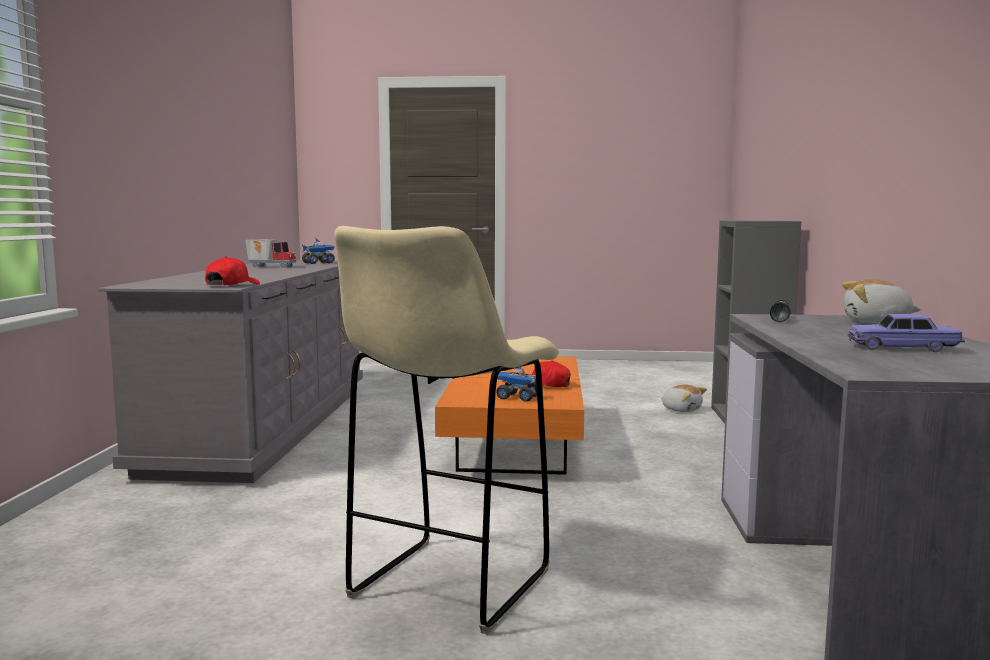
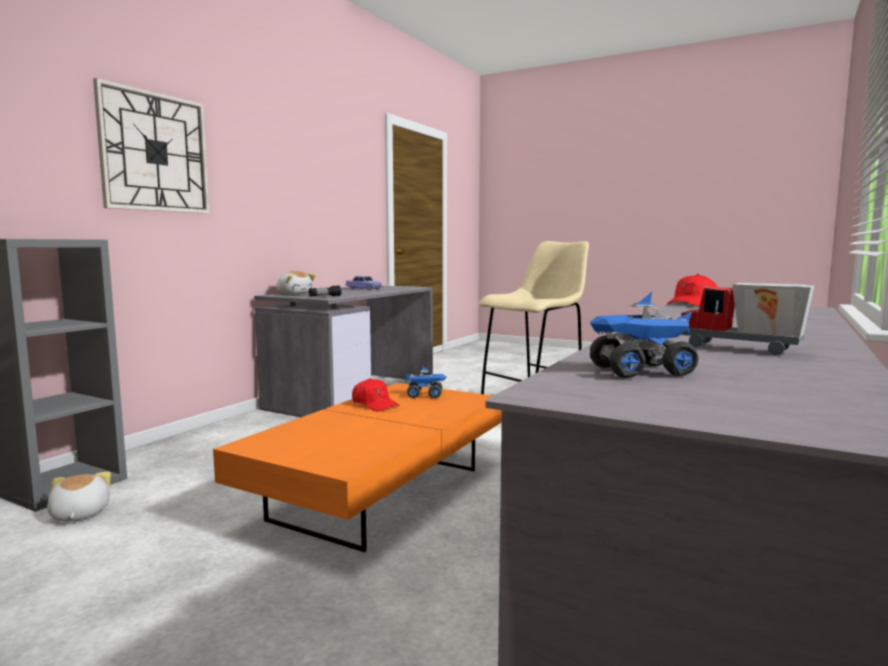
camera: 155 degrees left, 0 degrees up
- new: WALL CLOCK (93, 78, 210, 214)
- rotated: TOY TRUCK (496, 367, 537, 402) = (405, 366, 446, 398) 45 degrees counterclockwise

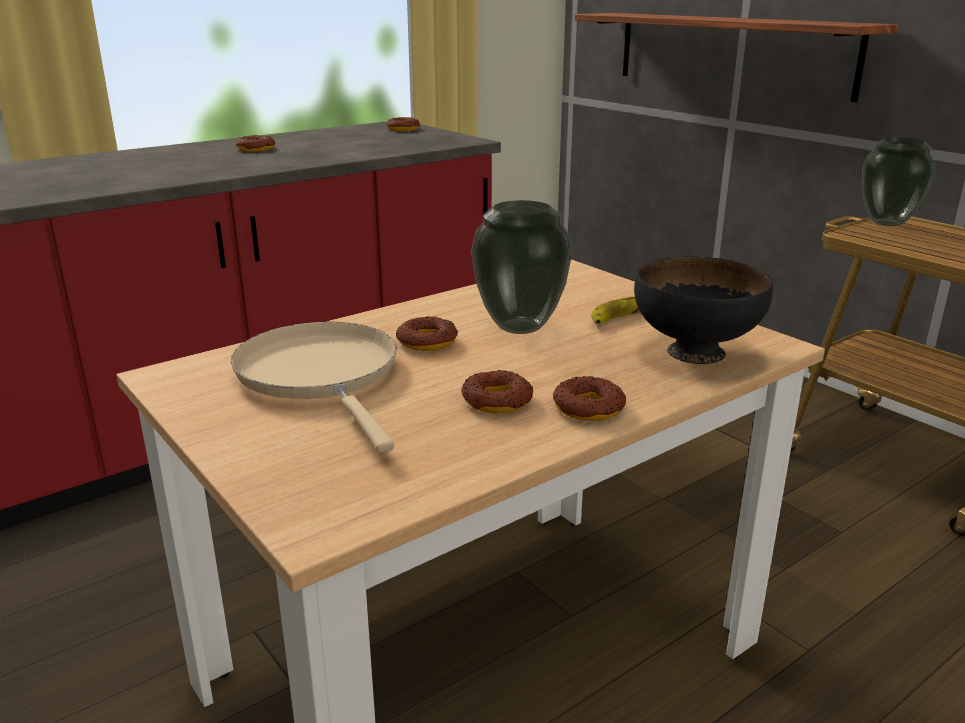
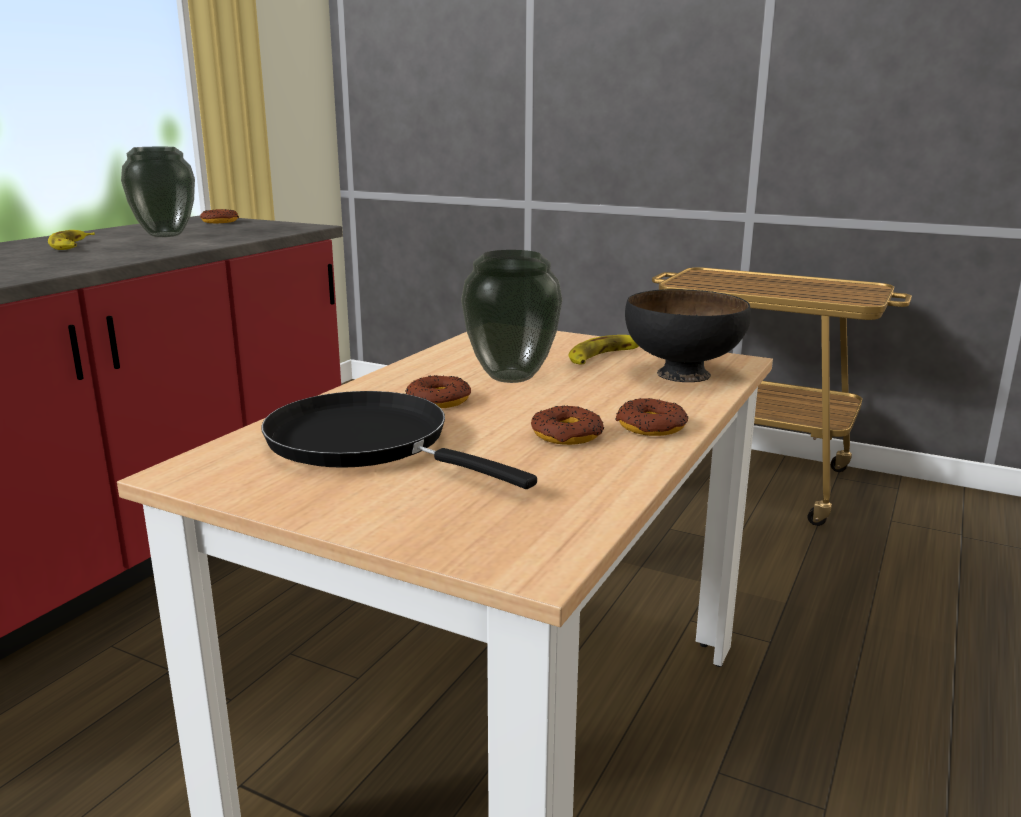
camera: 25 degrees left, 5 degrees down
- gone: SHELF (575, 13, 898, 102)
- shifted: VASE (862, 137, 935, 226) to (121, 147, 195, 237)
- swapped: DONUT (236, 135, 275, 152) to BANANA (48, 230, 95, 250)
- repainted: BEIGE FRYING PAN (231, 322, 397, 453) to BLACK FRYING PAN (261, 391, 537, 489)

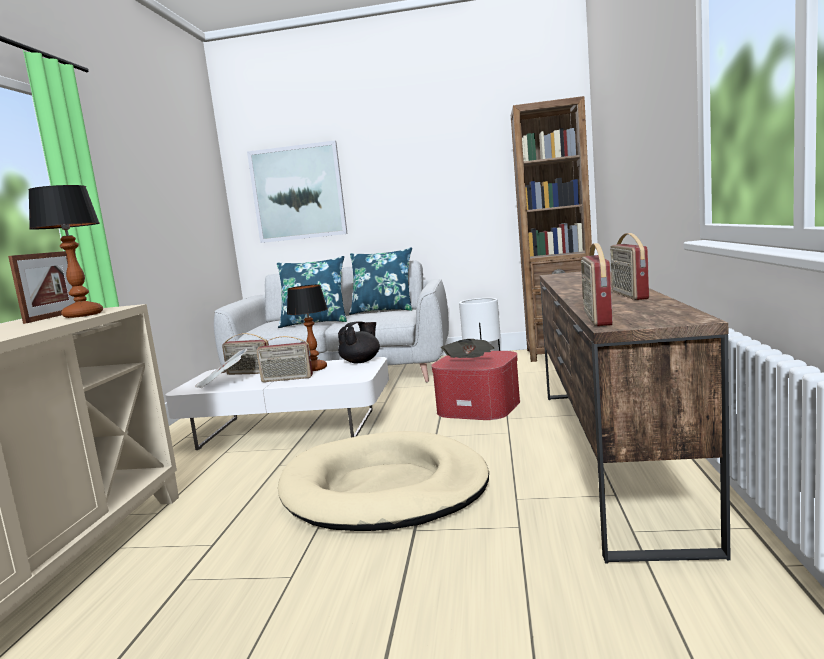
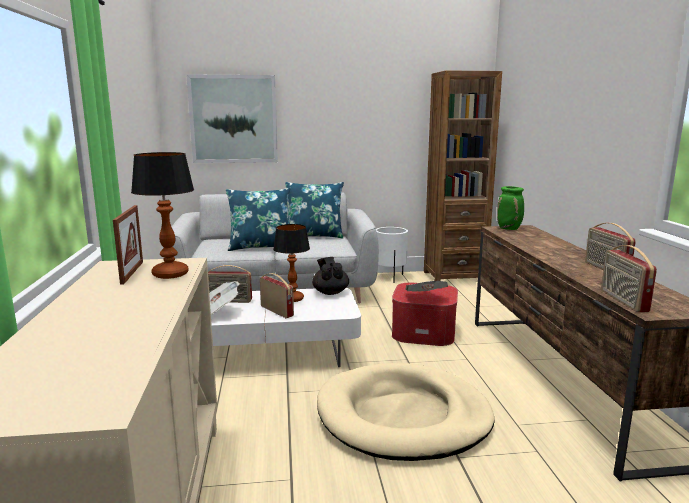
camera: 15 degrees left, 5 degrees up
- new: GREEN VASE (497, 186, 524, 230)
- rotated: RADIO (256, 336, 313, 382) = (260, 273, 294, 318) 120 degrees counterclockwise
- rotated: BLACK TEAPOT (338, 322, 380, 363) = (312, 257, 349, 295) 45 degrees counterclockwise

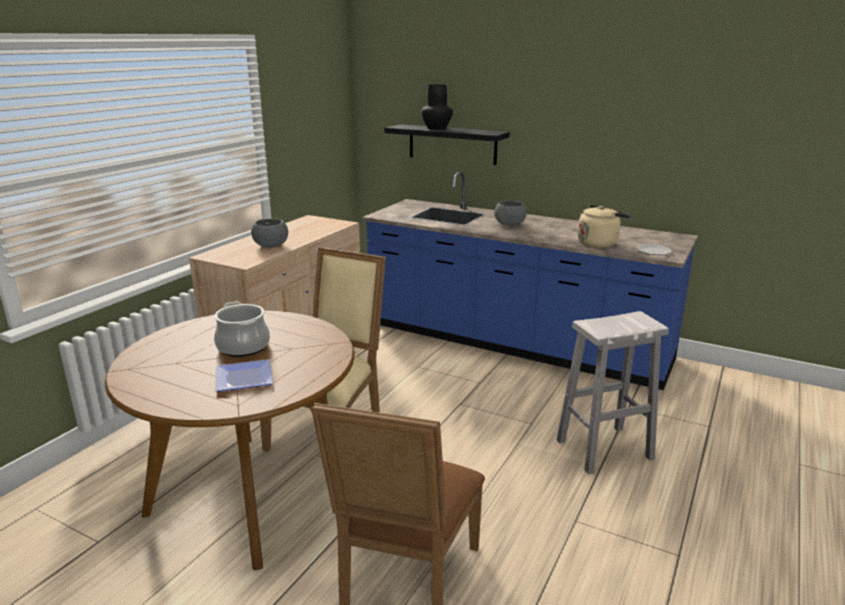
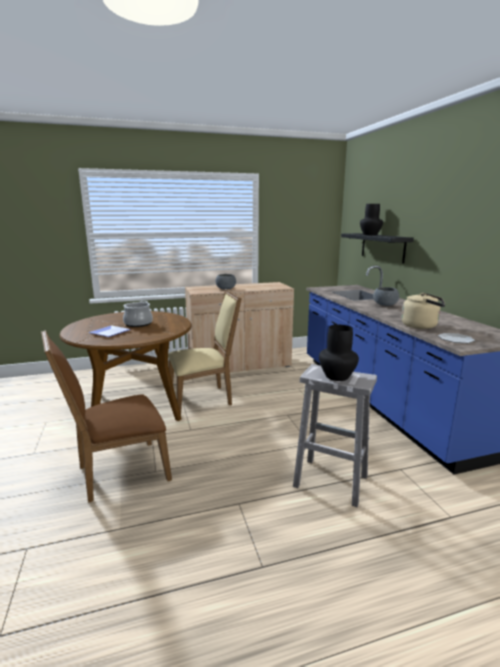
camera: 45 degrees right, 5 degrees down
- new: BLACK VASE (319, 325, 359, 381)

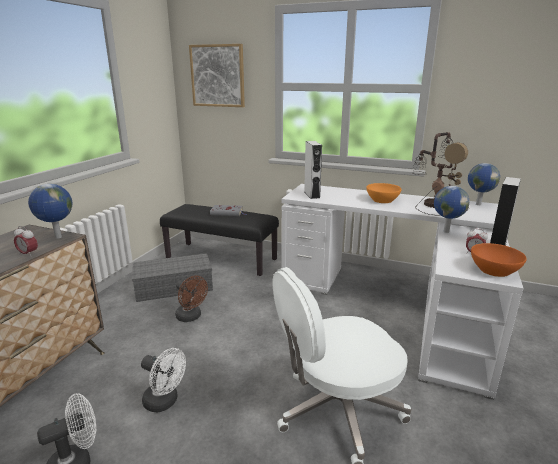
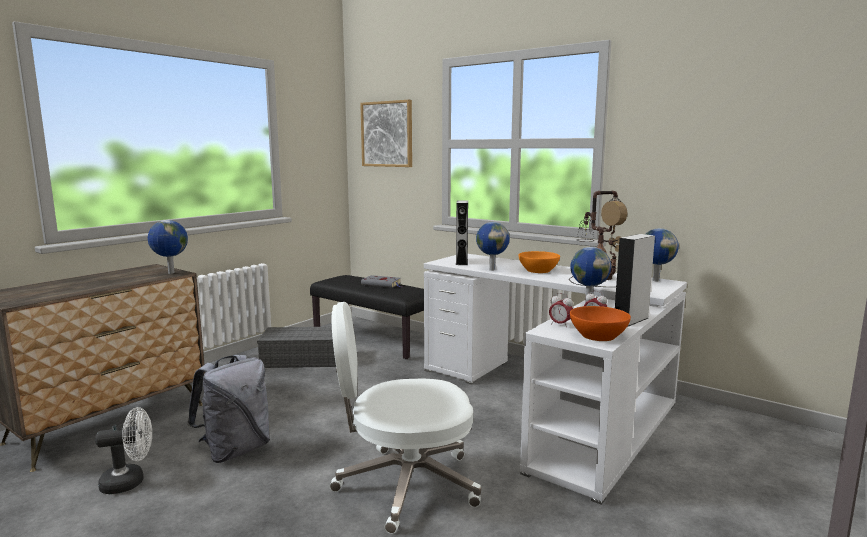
camera: 15 degrees right, 10 degrees down
- gone: BROWN FAN (175, 276, 208, 322)
- new: GLOBE (476, 222, 510, 271)
- shifted: ALARM CLOCK (14, 226, 38, 257) to (549, 293, 573, 327)
- swapped: WHITE FAN (141, 348, 186, 412) to GREY BACKPACK (187, 355, 270, 463)

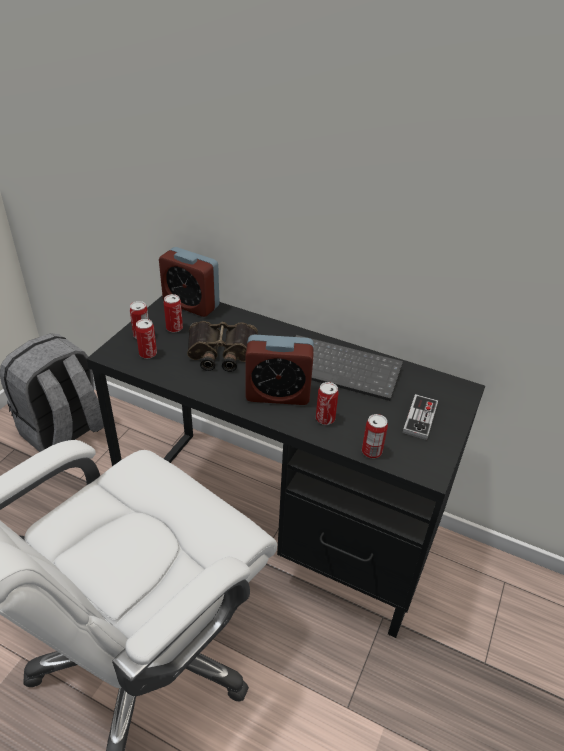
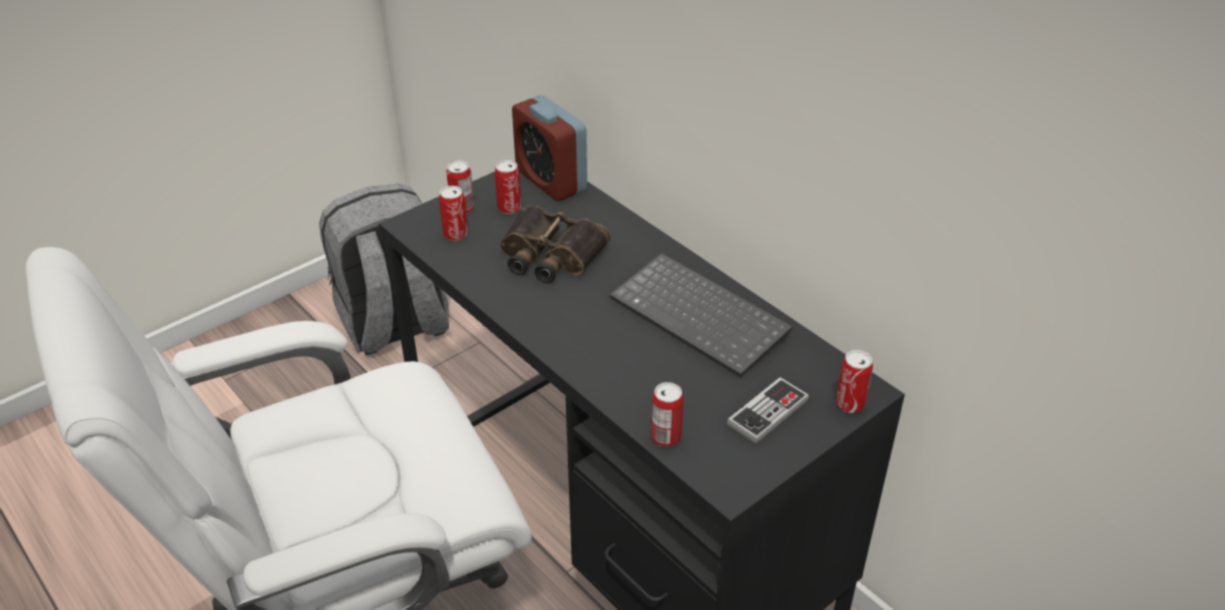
camera: 25 degrees right, 0 degrees up
- gone: ALARM CLOCK (245, 334, 314, 405)
- shifted: CAN (316, 382, 338, 425) to (836, 350, 873, 413)

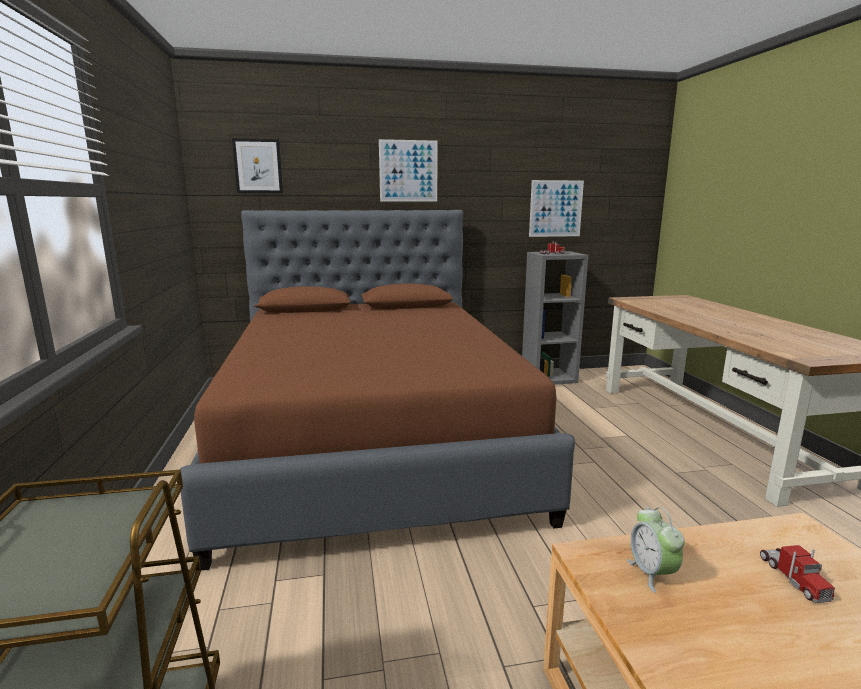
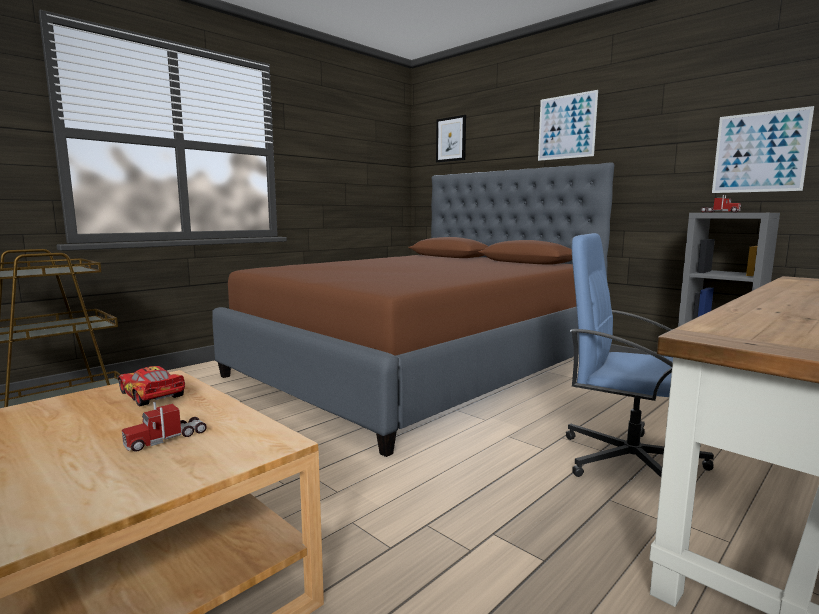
camera: 55 degrees right, 5 degrees down
- new: BLUE OFFICE CHAIR (566, 233, 714, 477)
- swapped: ALARM CLOCK (627, 507, 685, 593) to TOY CAR (118, 366, 185, 406)

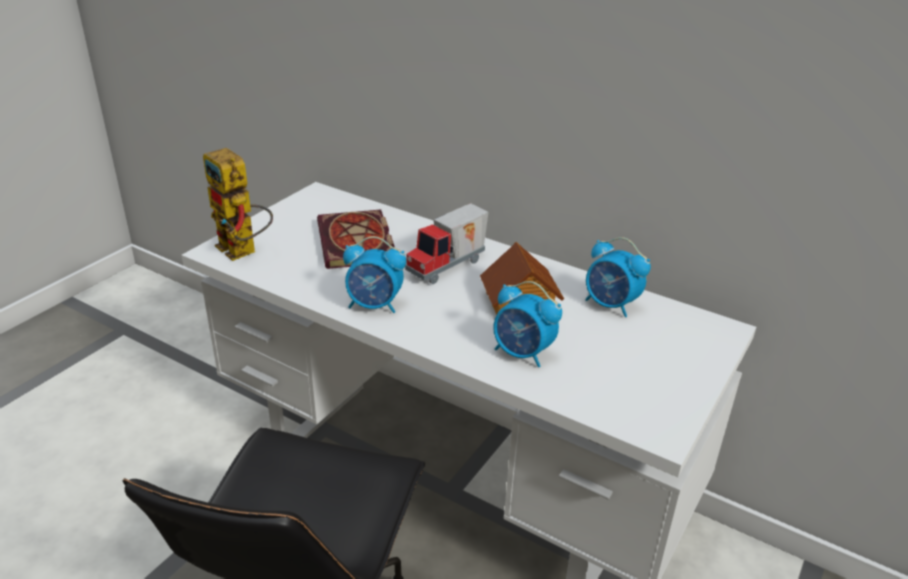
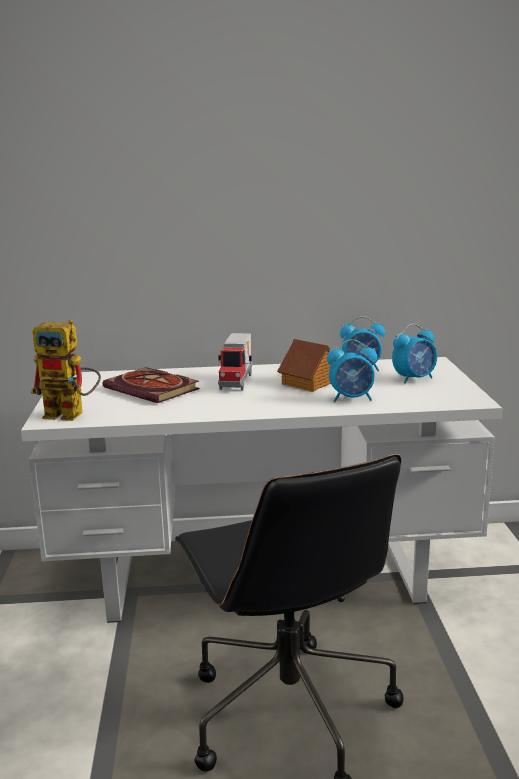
camera: 35 degrees left, 15 degrees down
- shifted: ALARM CLOCK (343, 236, 406, 313) to (392, 324, 437, 384)

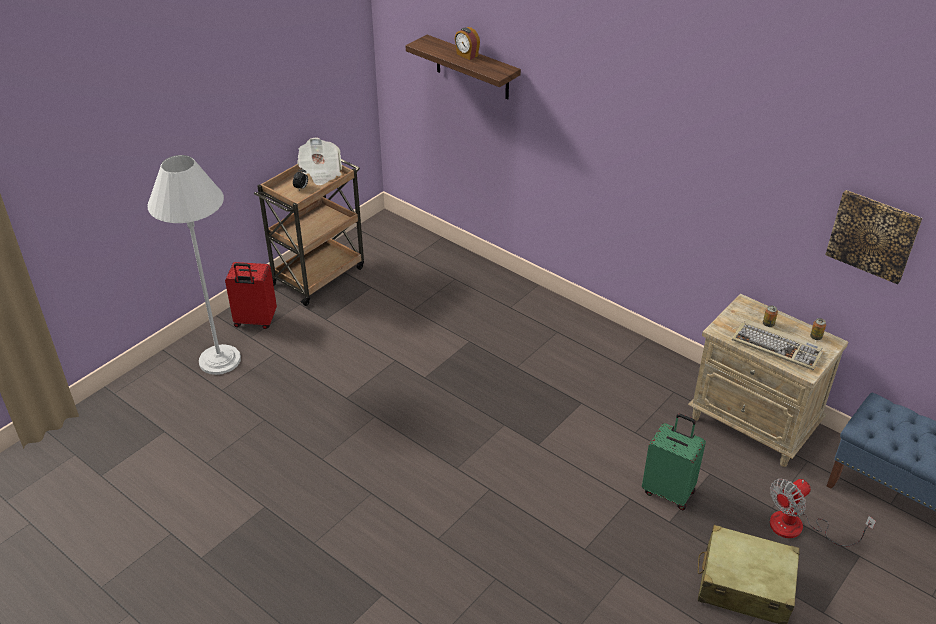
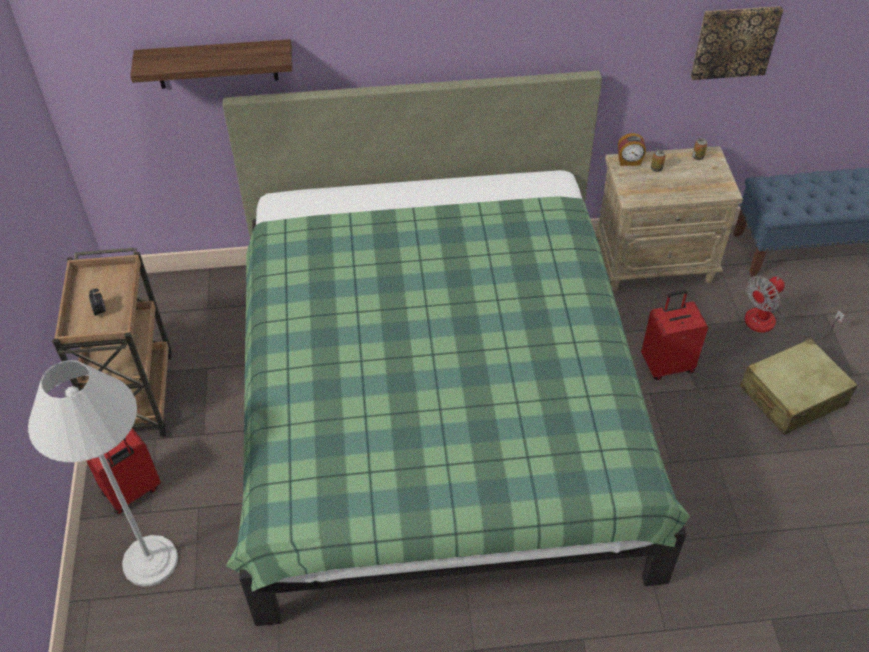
camera: 45 degrees left, 10 degrees up
- gone: NEWSPAPER (297, 138, 342, 186)
- gone: KEYBOARD (732, 319, 823, 370)
- new: GREEN BED (223, 71, 690, 626)
- shifted: ALARM CLOCK (455, 27, 480, 60) to (618, 133, 646, 166)
- repainted: GREEN SUITCASE (642, 414, 706, 510) to RED SUITCASE (641, 290, 708, 380)
- rotated: FAN (770, 479, 876, 546) = (745, 276, 845, 339) 45 degrees clockwise

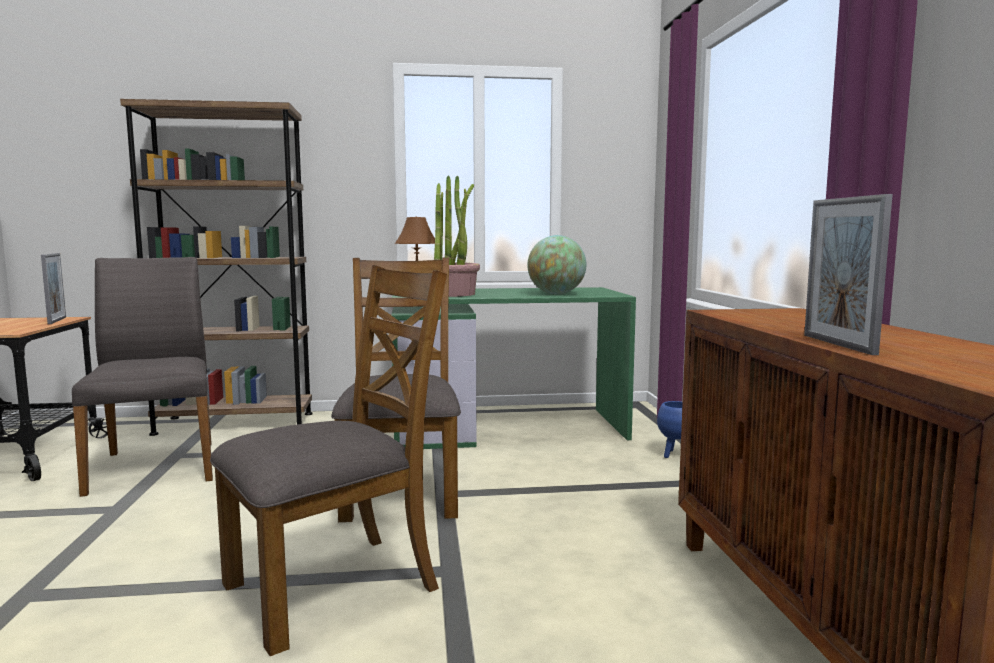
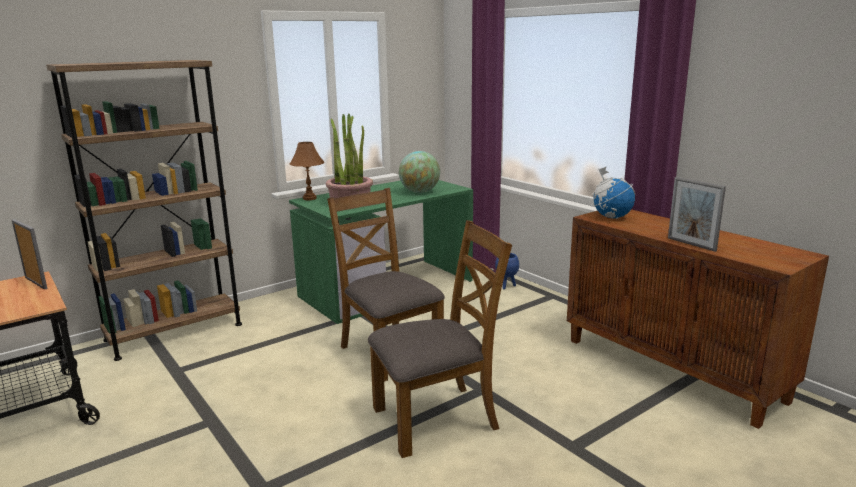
camera: 30 degrees left, 10 degrees up
- gone: GREY CHAIR (72, 257, 213, 497)
- new: GLOBE (591, 167, 635, 219)
- rotated: BROWN CHAIR (210, 265, 447, 656) = (368, 220, 512, 458) 45 degrees clockwise

